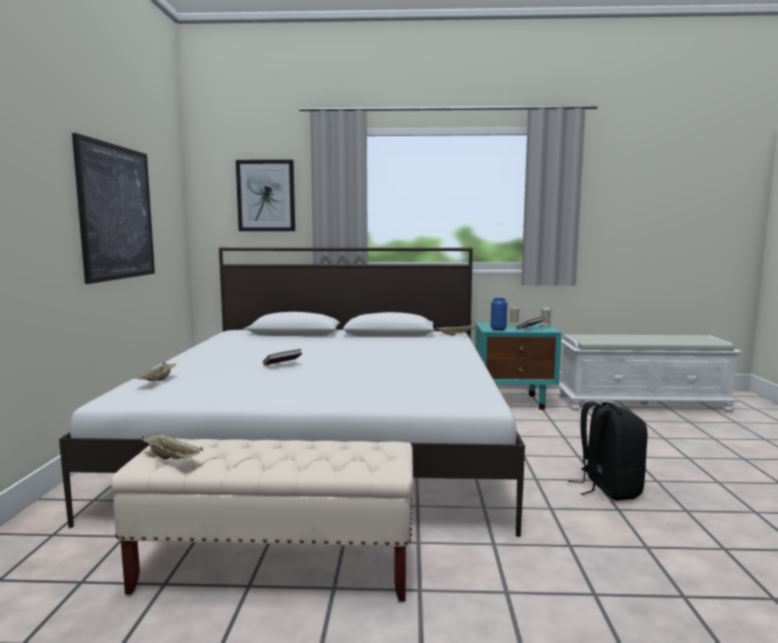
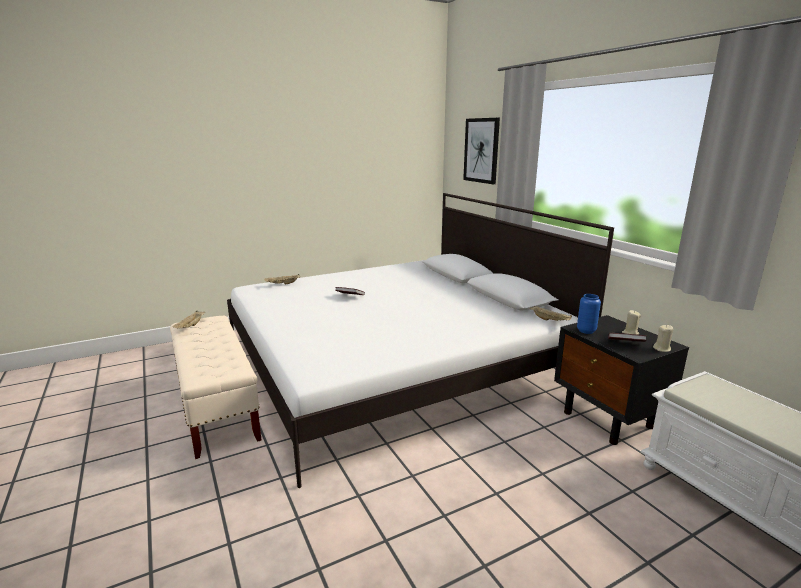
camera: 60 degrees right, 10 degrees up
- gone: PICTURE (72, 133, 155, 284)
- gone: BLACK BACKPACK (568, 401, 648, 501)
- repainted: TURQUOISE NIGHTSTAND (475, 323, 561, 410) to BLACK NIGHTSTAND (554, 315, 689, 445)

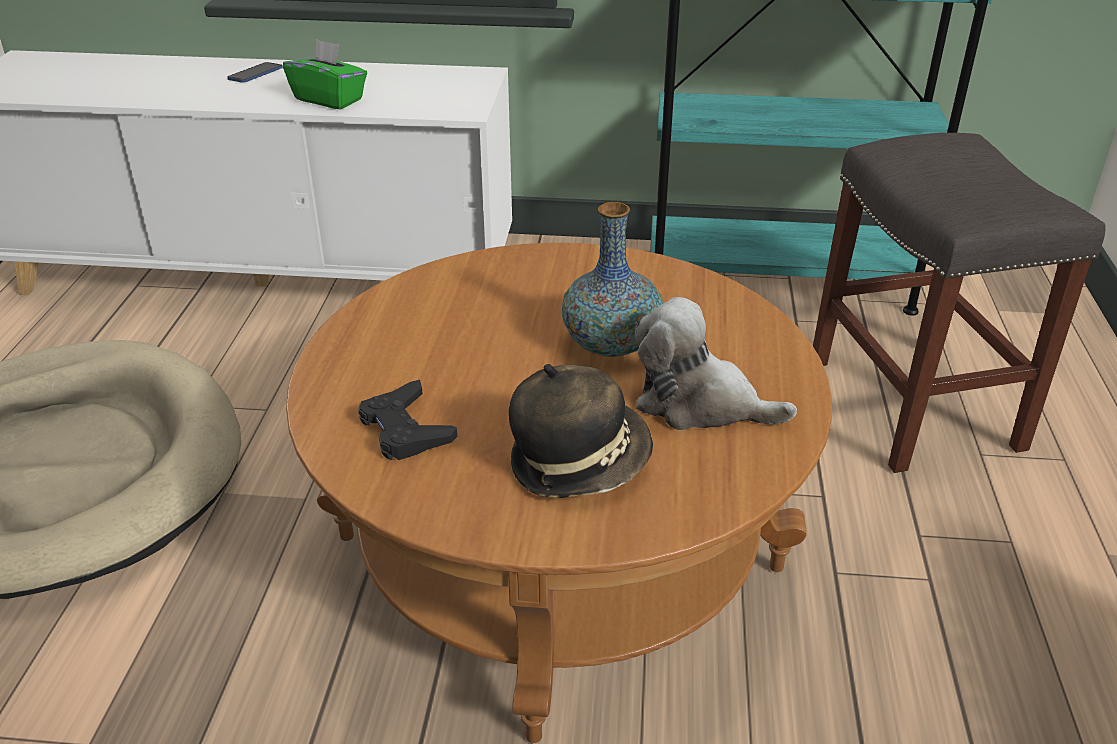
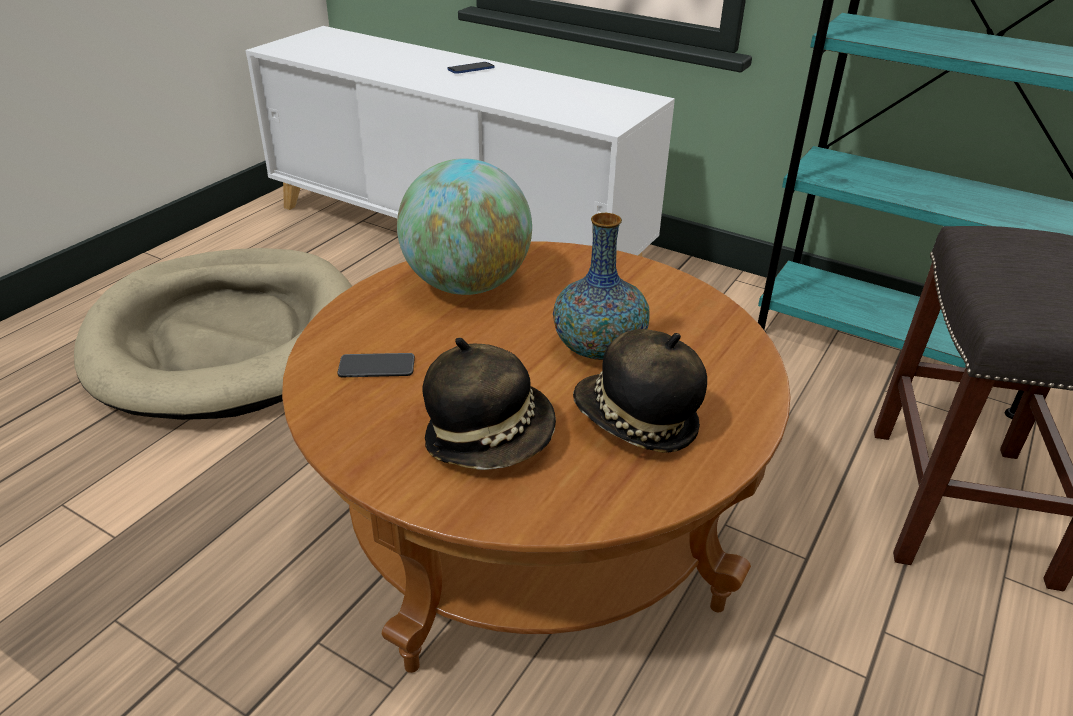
camera: 25 degrees right, 0 degrees up
- gone: GREEN TISSUE BOX (283, 39, 367, 110)
- new: GLOBE (397, 158, 532, 295)
- swapped: BLACK GAME CONTROLLER (358, 380, 457, 460) to PHONE (338, 353, 415, 377)
- swapped: PLUSH TOY (635, 297, 797, 430) to HAT (573, 329, 707, 453)

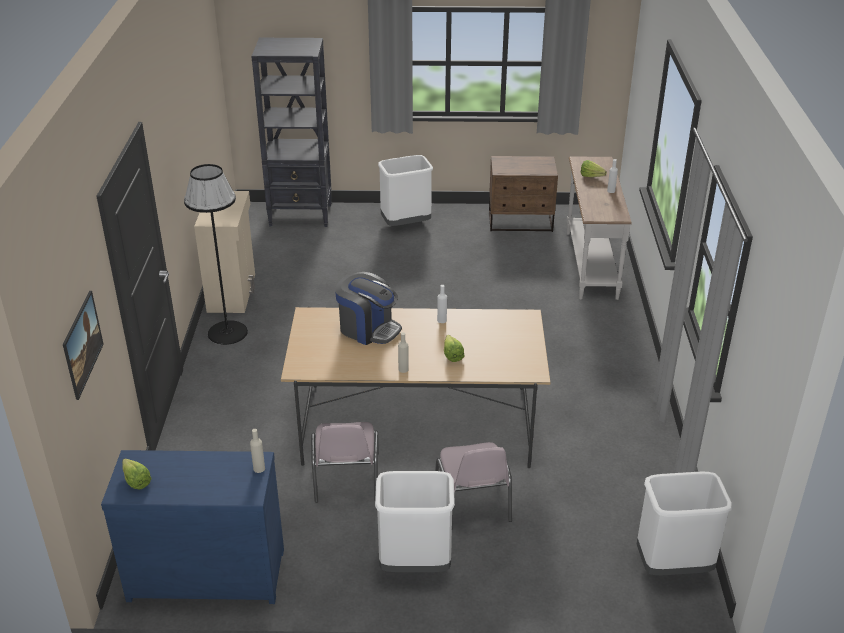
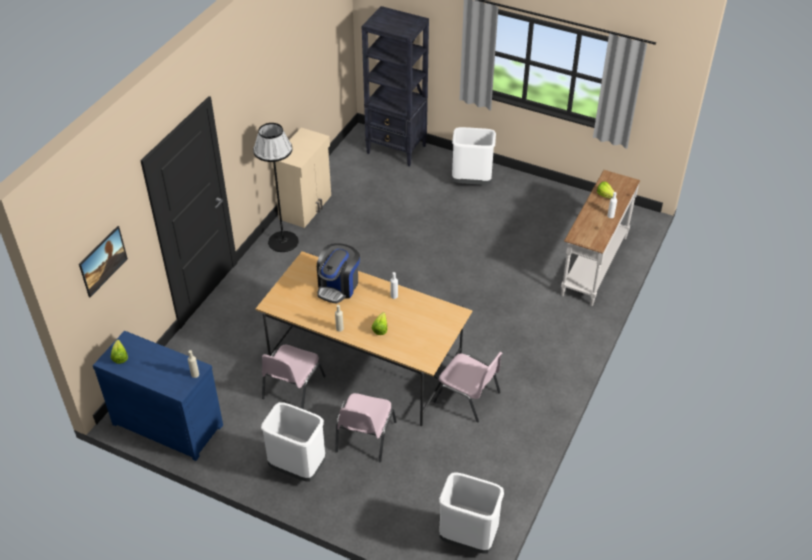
camera: 25 degrees right, 10 degrees up
- gone: BROWN NIGHTSTAND (489, 156, 558, 232)
- new: PINK CHAIR (433, 352, 502, 423)
- rotated: COFFEE MACHINE (335, 272, 402, 345) = (317, 243, 360, 304) 60 degrees clockwise

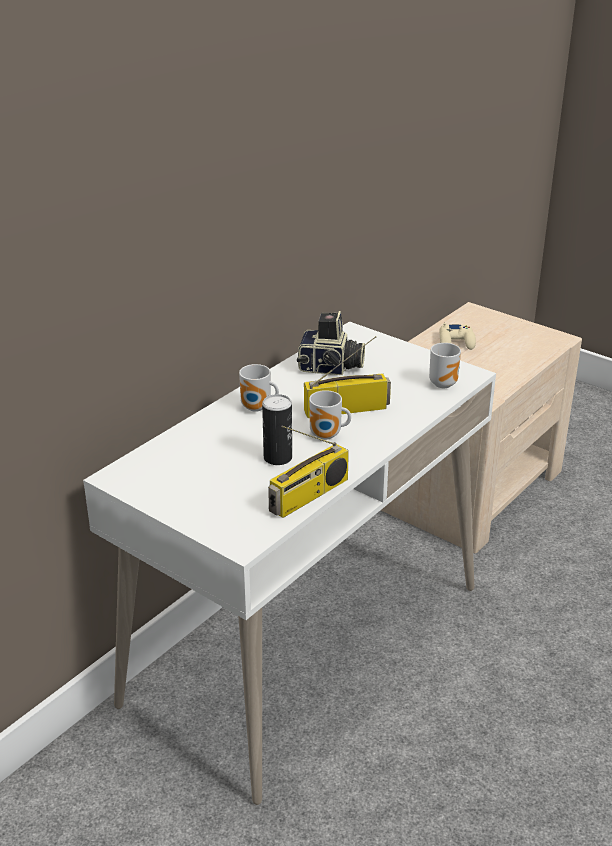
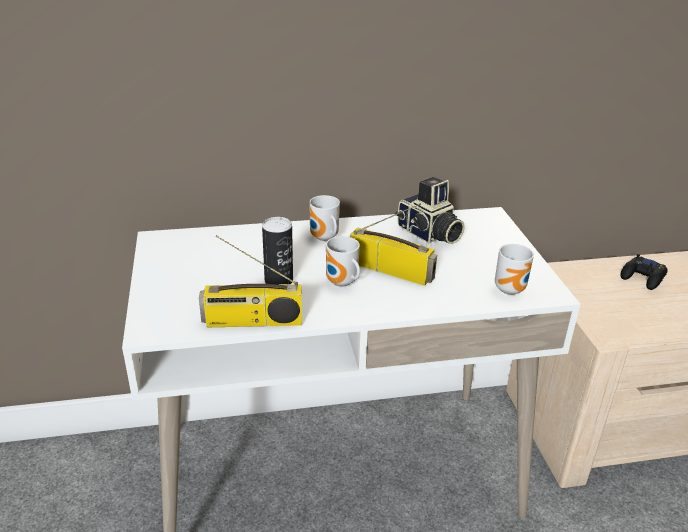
camera: 40 degrees right, 0 degrees up
- repainted: BEIGE GAME CONTROLLER (439, 323, 476, 350) to BLACK GAME CONTROLLER (620, 254, 668, 290)

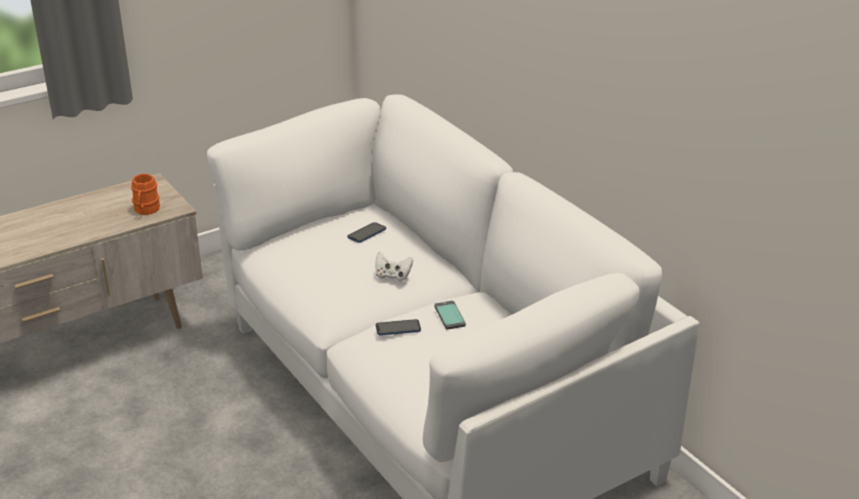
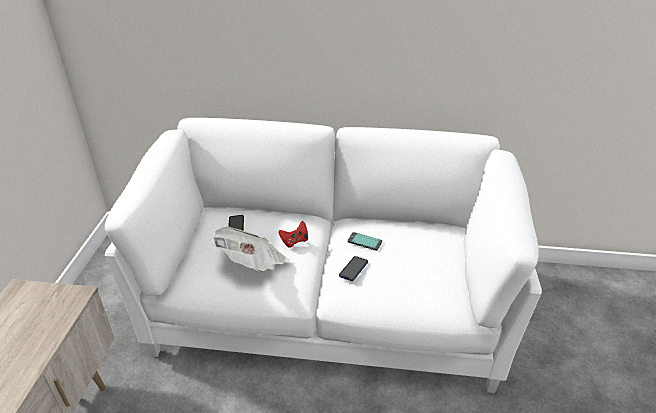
camera: 50 degrees left, 5 degrees up
- gone: ORANGE MUG (131, 174, 160, 215)
- new: NEWSPAPER (210, 227, 290, 272)
- repainted: WHITE GAME CONTROLLER (375, 252, 413, 282) to RED GAME CONTROLLER (278, 221, 308, 248)

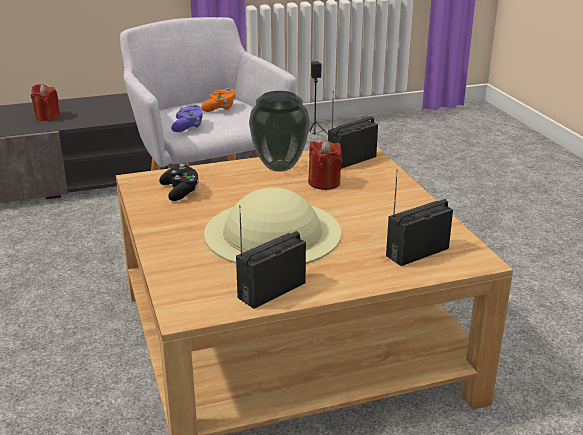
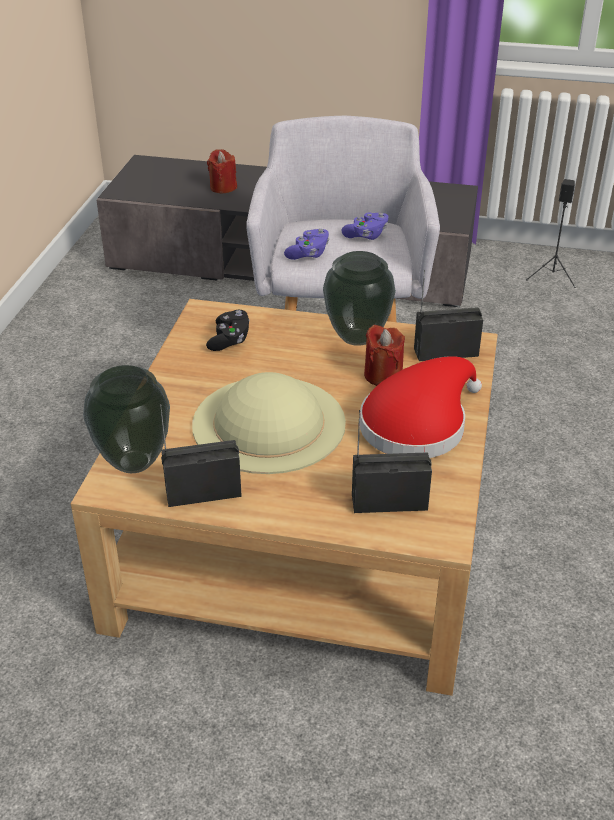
camera: 30 degrees right, 10 degrees up
- new: VASE (83, 365, 170, 473)
- new: RED HAT (360, 356, 482, 458)
- repainted: ORANGE GAME CONTROLLER (201, 88, 236, 112) to PURPLE GAME CONTROLLER (341, 213, 389, 240)

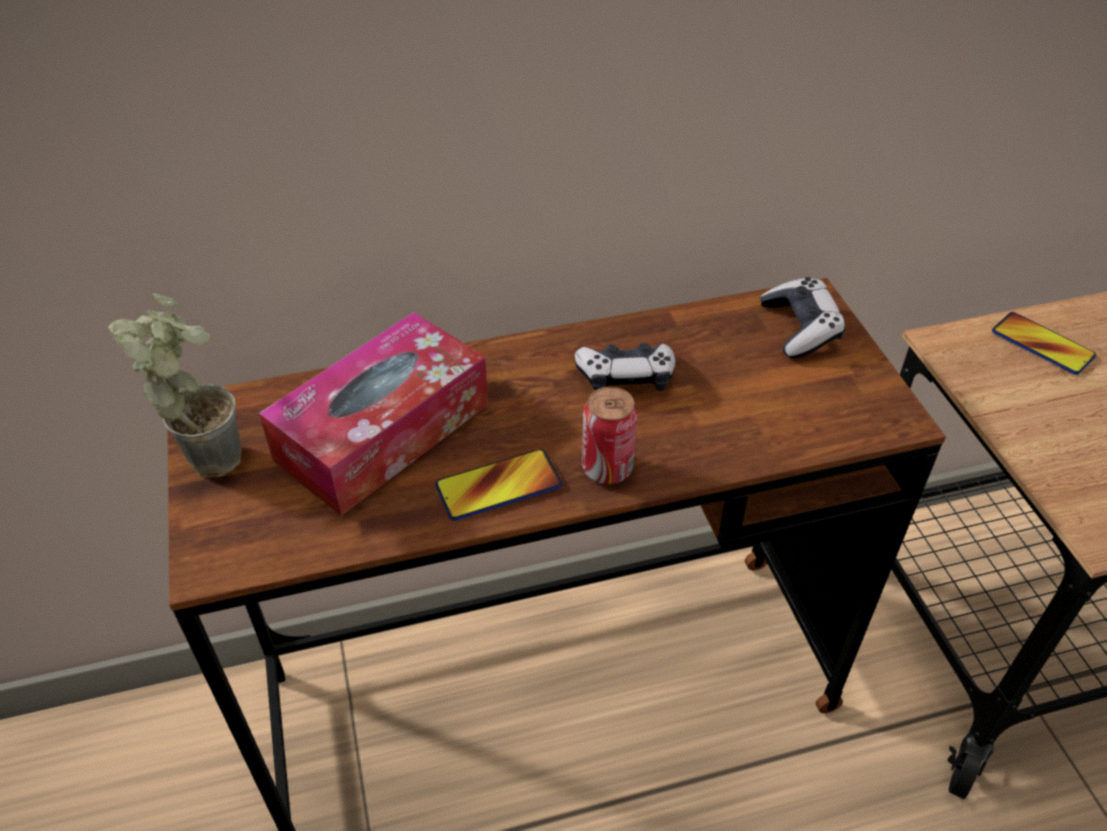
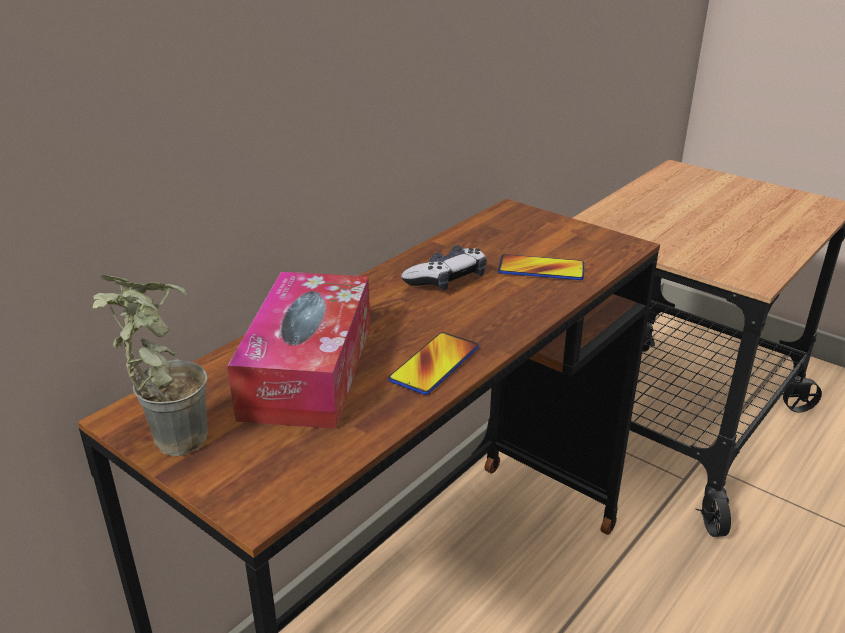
camera: 35 degrees left, 15 degrees down
- gone: CAN (582, 387, 638, 484)
- gone: GAME CONTROLLER (760, 277, 845, 358)
- shifted: PHONE (992, 312, 1096, 375) to (498, 254, 584, 280)

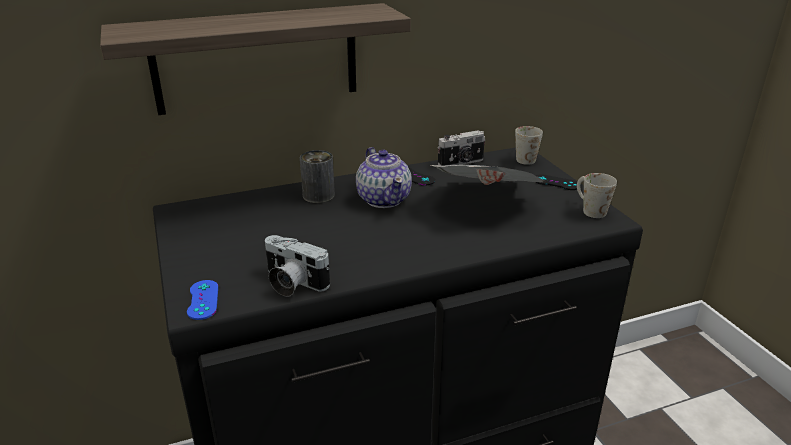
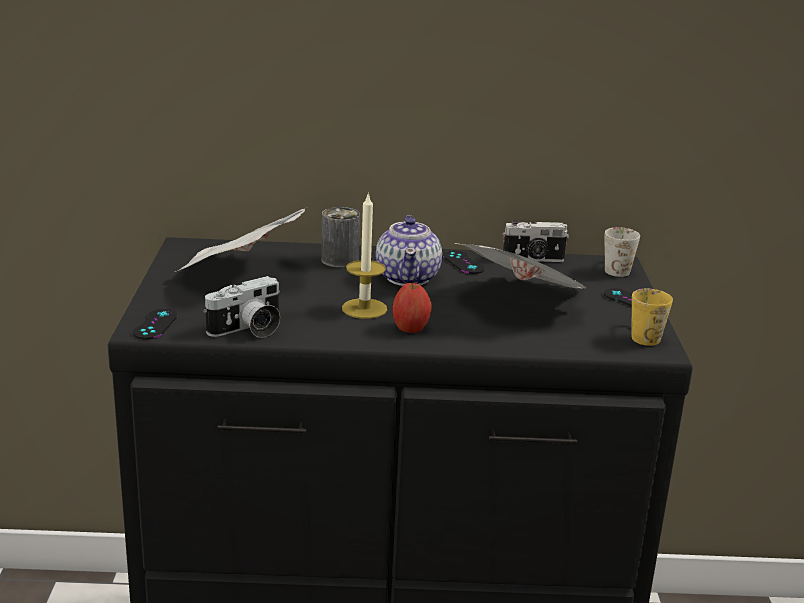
camera: 20 degrees right, 5 degrees down
- gone: SHELF (100, 3, 411, 115)
- new: NEWSPAPER (175, 207, 307, 272)
- new: CANDLE (342, 193, 387, 319)
- new: APPLE (392, 282, 432, 333)
- repainted: BLUE GAME CONTROLLER (187, 280, 218, 320) to BLACK GAME CONTROLLER (133, 309, 178, 340)
- repainted: WHITE MUG (577, 173, 617, 218) to YELLOW MUG (632, 289, 673, 346)
- rotated: PHOTO CAMERA (265, 235, 330, 297) = (203, 276, 280, 338) 90 degrees counterclockwise

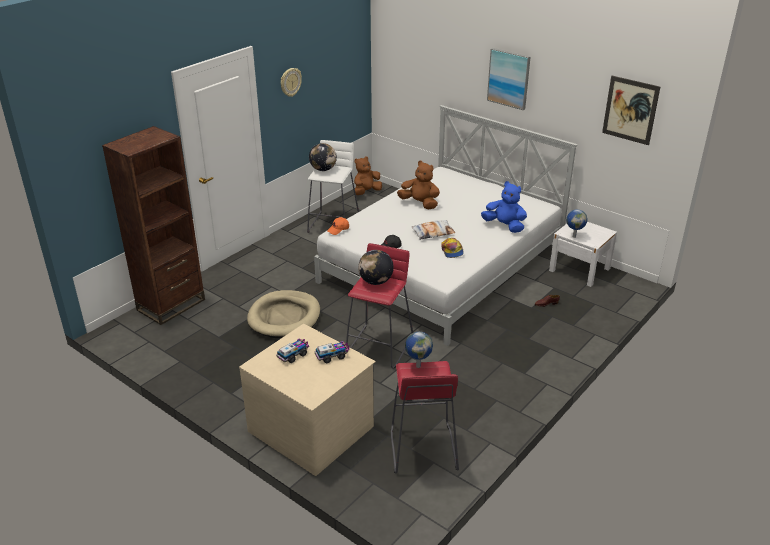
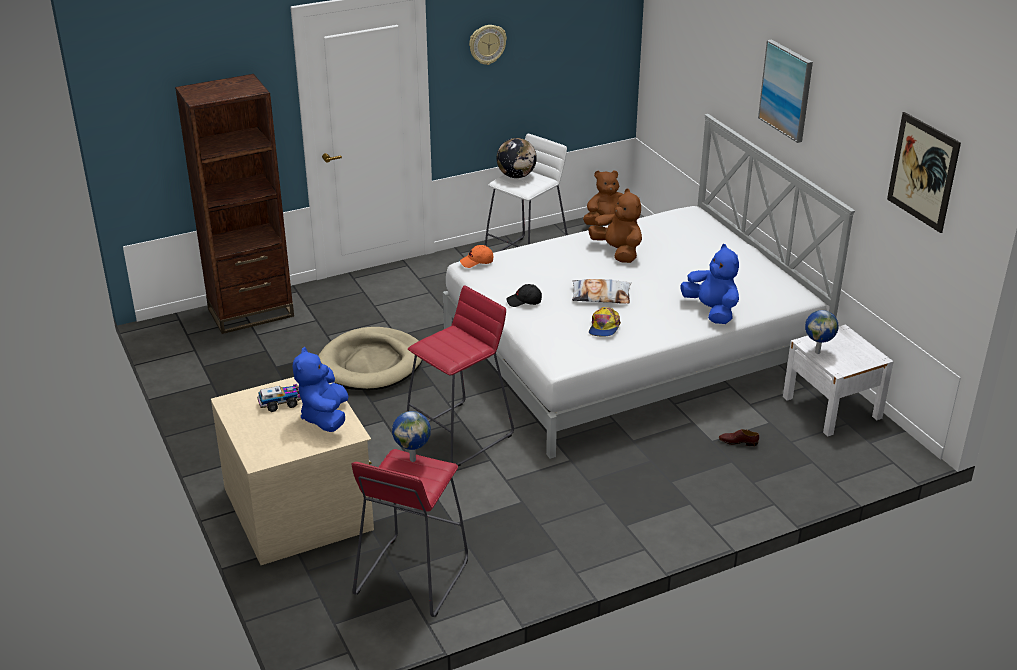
camera: 25 degrees right, 0 degrees up
- gone: GLOBE (358, 250, 394, 285)
- swapped: TOY TRUCK (315, 341, 349, 363) to BLUE PLUSH TOY (293, 347, 348, 432)

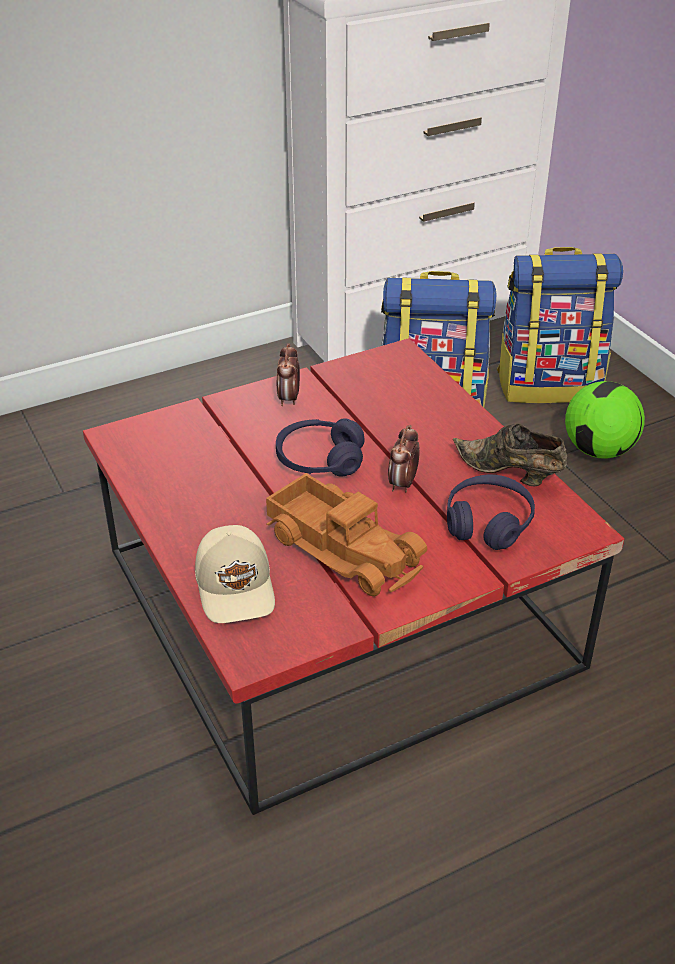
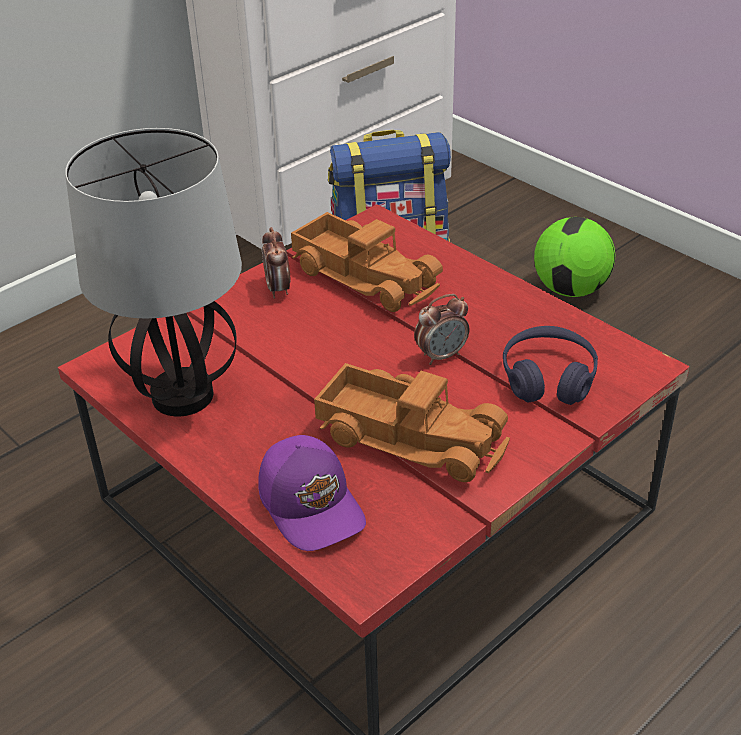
camera: 15 degrees left, 0 degrees up
- gone: PURPLE HEADPHONES (276, 418, 365, 477)
- gone: BROWN SHOE (453, 423, 567, 486)
- gone: BACKPACK (497, 247, 623, 403)
- new: TABLE LAMP (65, 128, 242, 416)
- new: TOY TRUCK (291, 212, 443, 312)
- repainted: BEIGE CAP (195, 525, 275, 623) to PURPLE CAP (258, 435, 366, 551)
- rotated: ALARM CLOCK (388, 425, 420, 492) = (414, 294, 469, 365) 120 degrees counterclockwise

